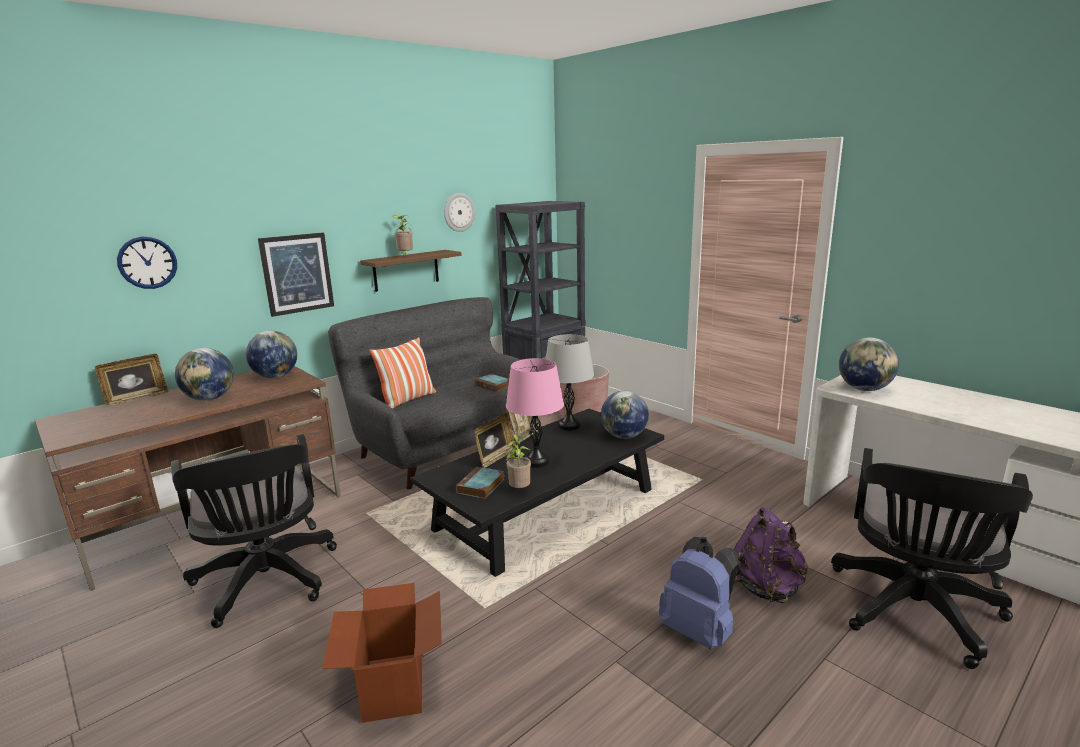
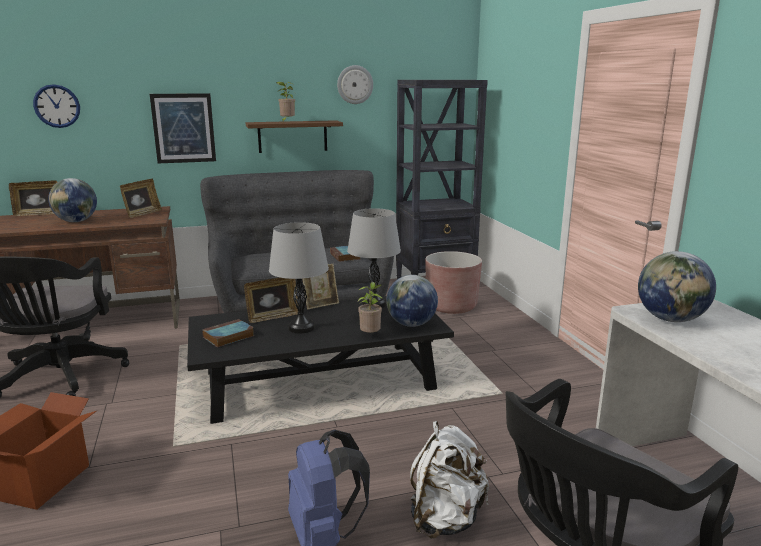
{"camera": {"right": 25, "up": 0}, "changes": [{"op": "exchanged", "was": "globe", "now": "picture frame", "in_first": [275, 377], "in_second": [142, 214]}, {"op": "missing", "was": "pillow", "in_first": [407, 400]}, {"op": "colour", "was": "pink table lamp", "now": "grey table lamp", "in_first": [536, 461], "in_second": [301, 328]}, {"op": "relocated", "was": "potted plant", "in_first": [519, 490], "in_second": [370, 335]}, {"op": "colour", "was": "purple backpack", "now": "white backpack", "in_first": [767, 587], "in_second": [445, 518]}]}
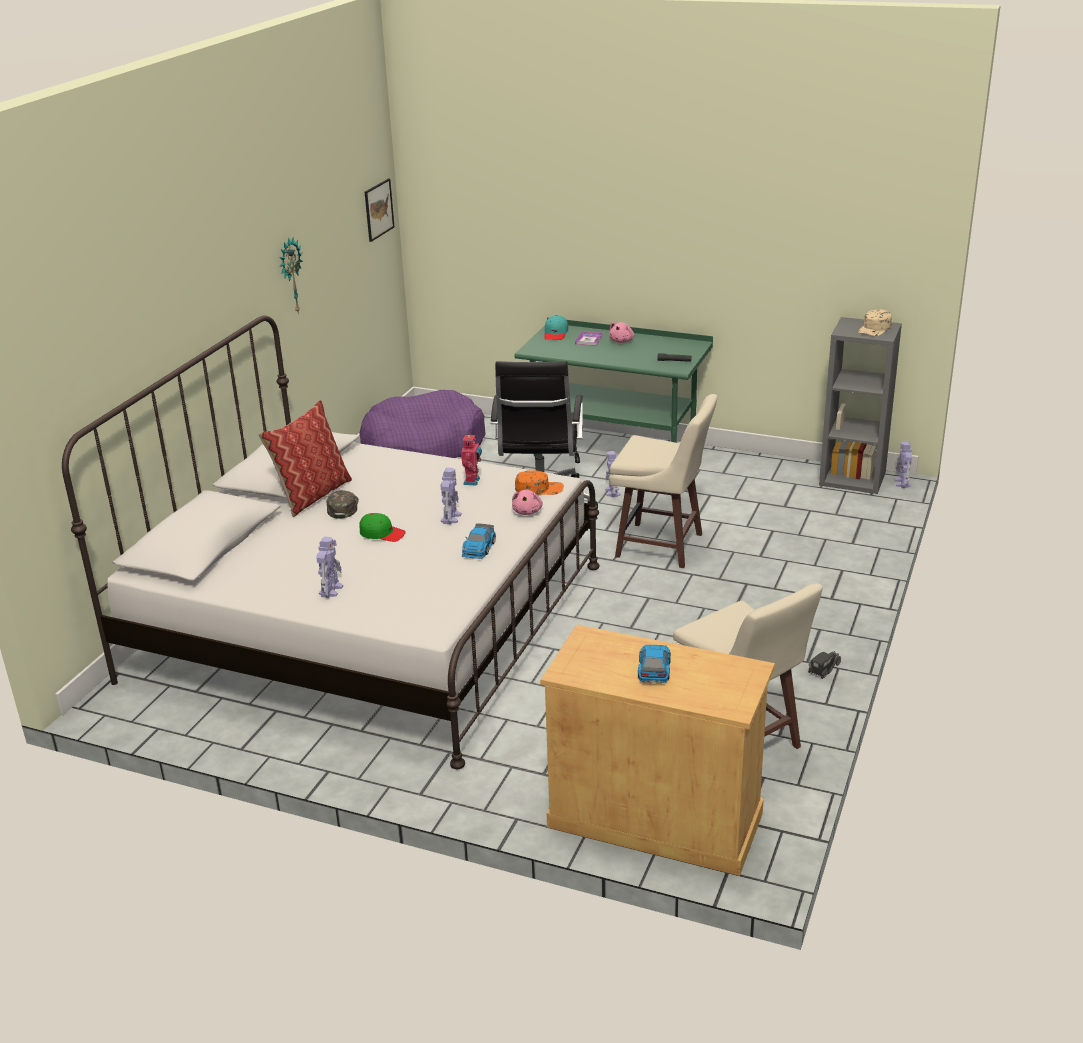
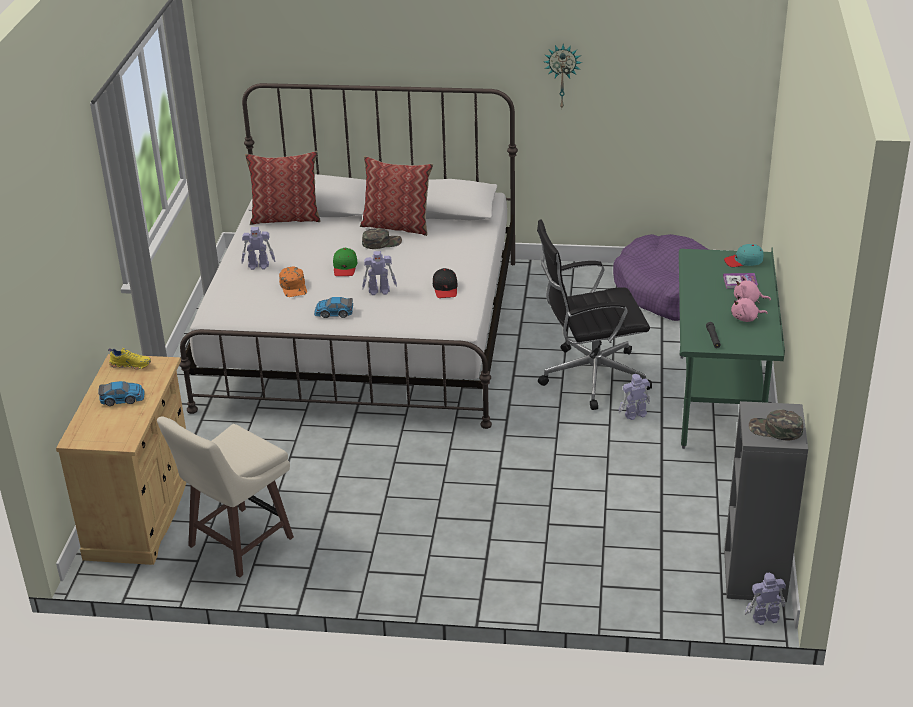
{"camera": {"right": 75, "up": 5}, "changes": [{"op": "missing", "was": "picture", "in_first": [378, 209]}, {"op": "exchanged", "was": "toy robot", "now": "black cap", "in_first": [473, 481], "in_second": [445, 288]}, {"op": "relocated", "was": "pink plush toy", "in_first": [527, 511], "in_second": [746, 318]}, {"op": "relocated", "was": "orange cap", "in_first": [539, 488], "in_second": [294, 287]}, {"op": "missing", "was": "beige stool", "in_first": [662, 546]}, {"op": "missing", "was": "toy truck", "in_first": [823, 669]}, {"op": "colour", "was": "beige cap", "now": "green cap", "in_first": [874, 329], "in_second": [775, 430]}, {"op": "appeared", "now": "yellow shoe", "in_second": [131, 364]}, {"op": "appeared", "now": "pillow", "in_second": [286, 218]}]}
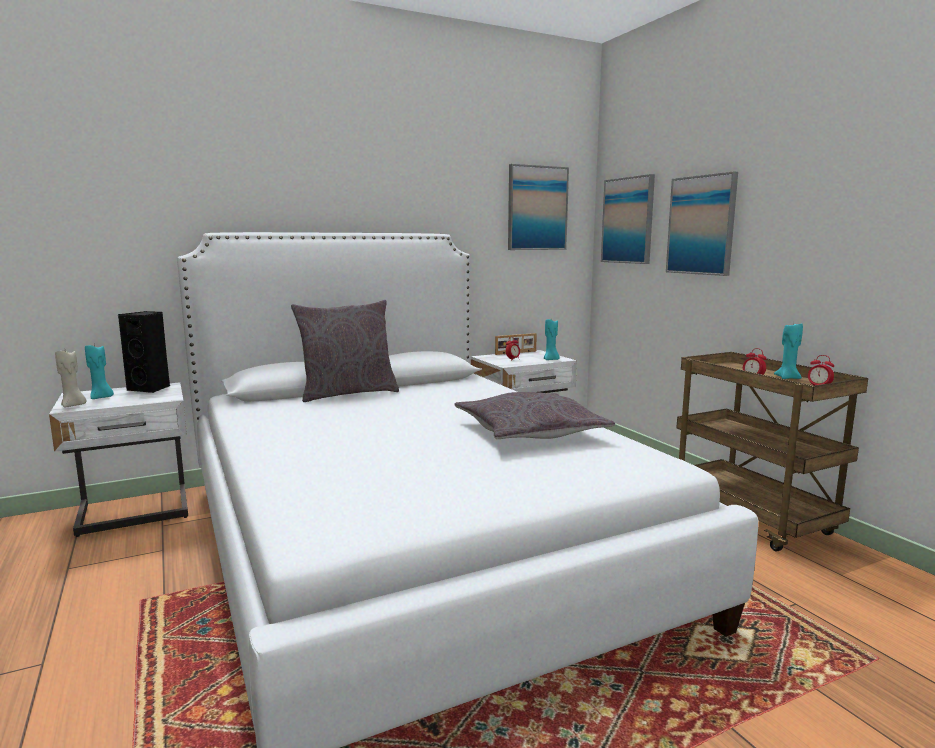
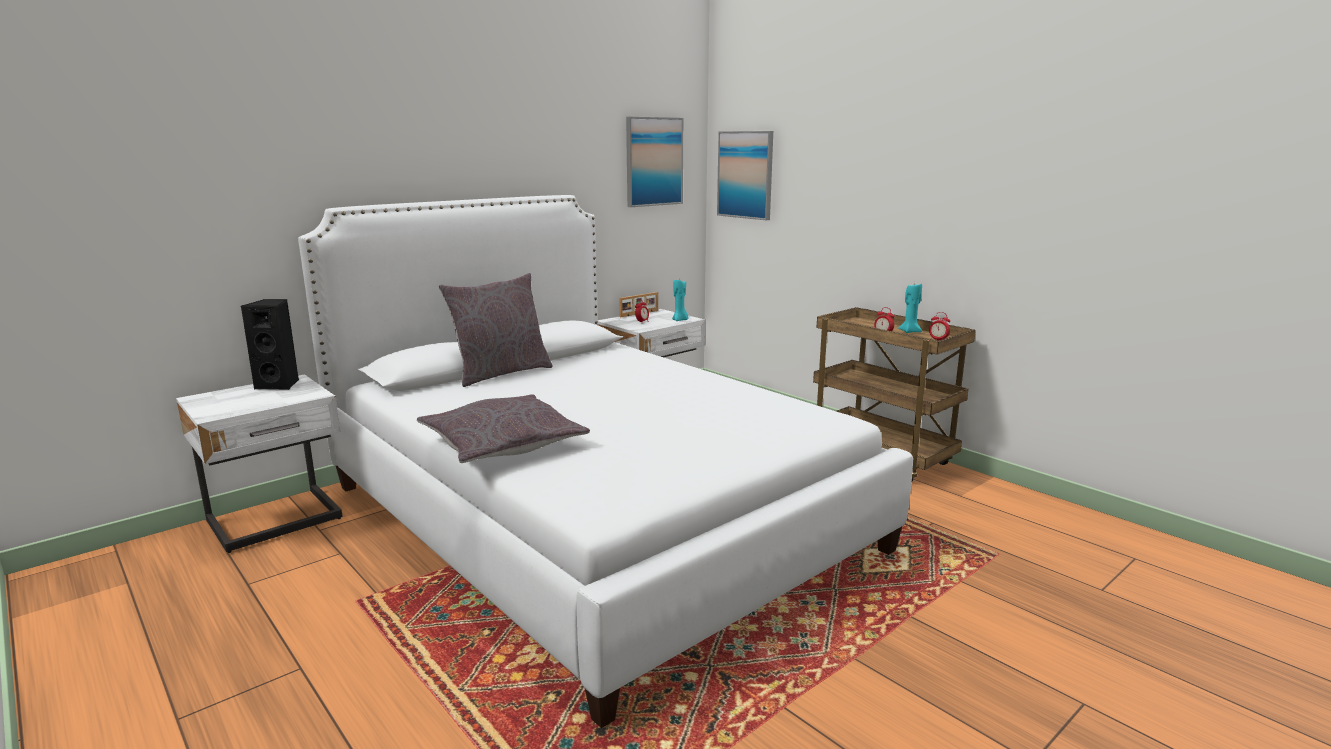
{"camera": {"right": -15, "up": 5}, "changes": [{"op": "missing", "was": "beige candle", "in_first": [73, 405]}, {"op": "missing", "was": "turquoise candle", "in_first": [101, 397]}, {"op": "relocated", "was": "grey pillow", "in_first": [529, 431], "in_second": [502, 444]}, {"op": "missing", "was": "picture", "in_first": [701, 225]}]}
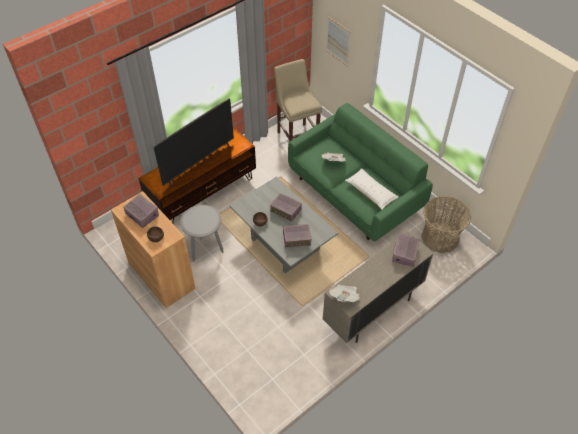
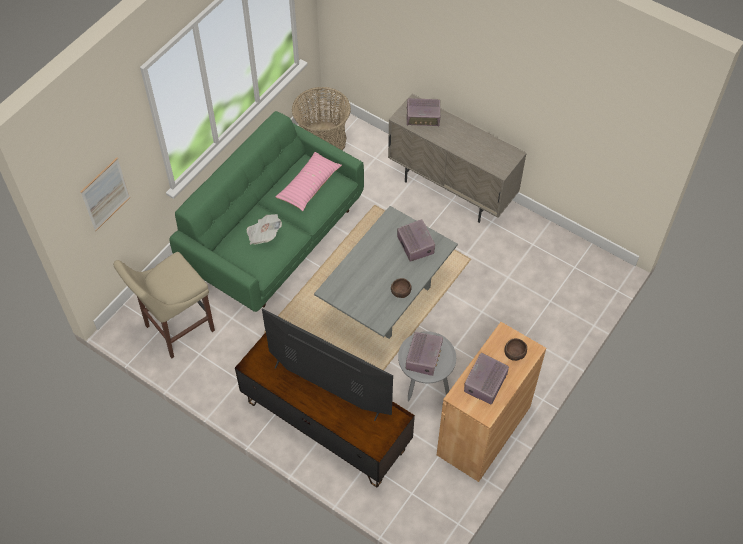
{"camera": {"right": -105, "up": 5}, "changes": [{"op": "relocated", "was": "radio", "in_first": [286, 211], "in_second": [424, 357]}, {"op": "missing", "was": "newspaper", "in_first": [345, 297]}, {"op": "colour", "was": "white pillow", "now": "pink pillow", "in_first": [371, 192], "in_second": [309, 186]}]}
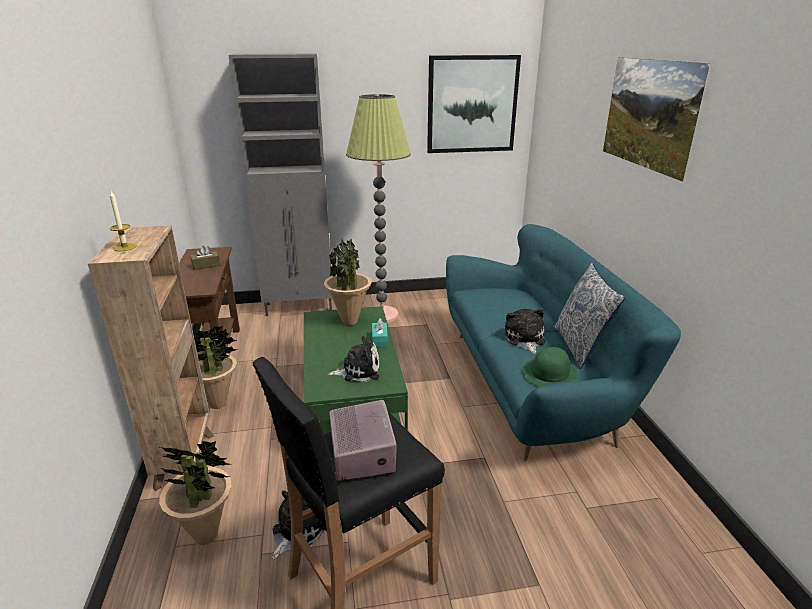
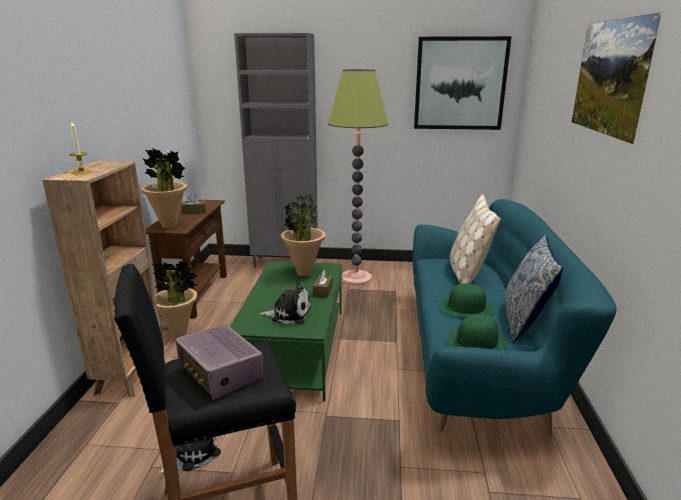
{"camera": {"right": 15, "up": -5}, "changes": [{"op": "relocated", "was": "potted plant", "in_first": [207, 536], "in_second": [169, 226]}, {"op": "spun", "was": "radio", "in_first": [362, 452], "in_second": [221, 374], "clockwise": 135}, {"op": "colour", "was": "turquoise tissue box", "now": "brown tissue box", "in_first": [379, 340], "in_second": [323, 291]}, {"op": "exchanged", "was": "plush toy", "now": "green hat", "in_first": [524, 339], "in_second": [466, 307]}, {"op": "appeared", "now": "beige pillow", "in_second": [467, 273]}]}
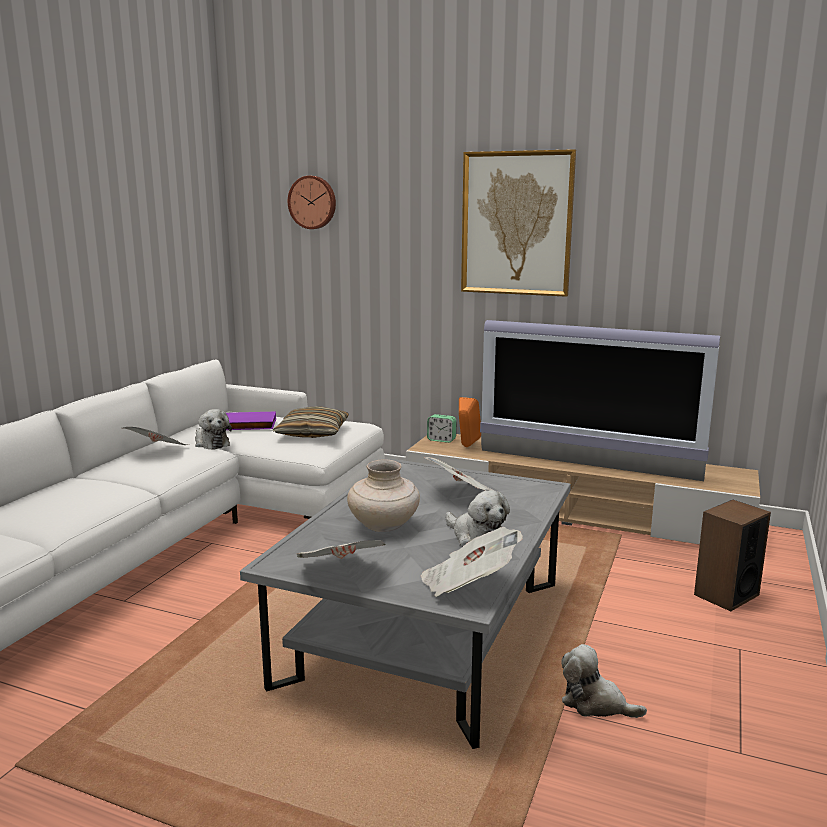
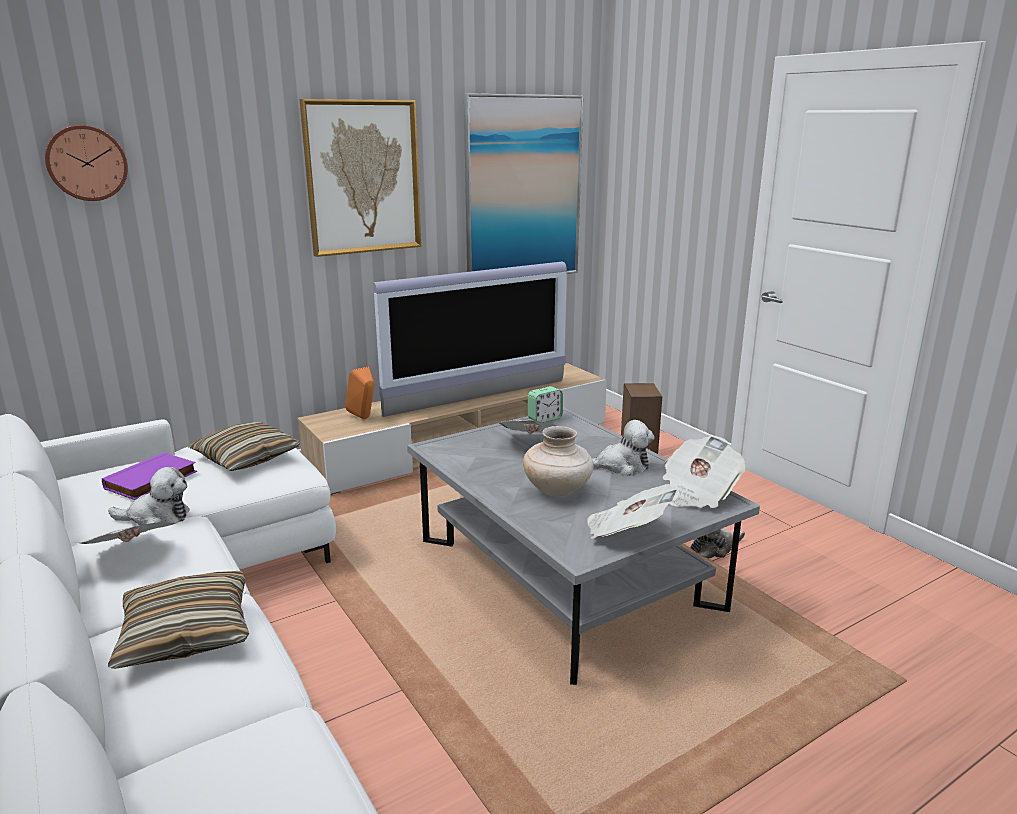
{"camera": {"right": -55, "up": 5}, "changes": [{"op": "relocated", "was": "alarm clock", "in_first": [441, 440], "in_second": [545, 418]}, {"op": "appeared", "now": "pillow", "in_second": [186, 633]}, {"op": "appeared", "now": "picture", "in_second": [523, 190]}]}
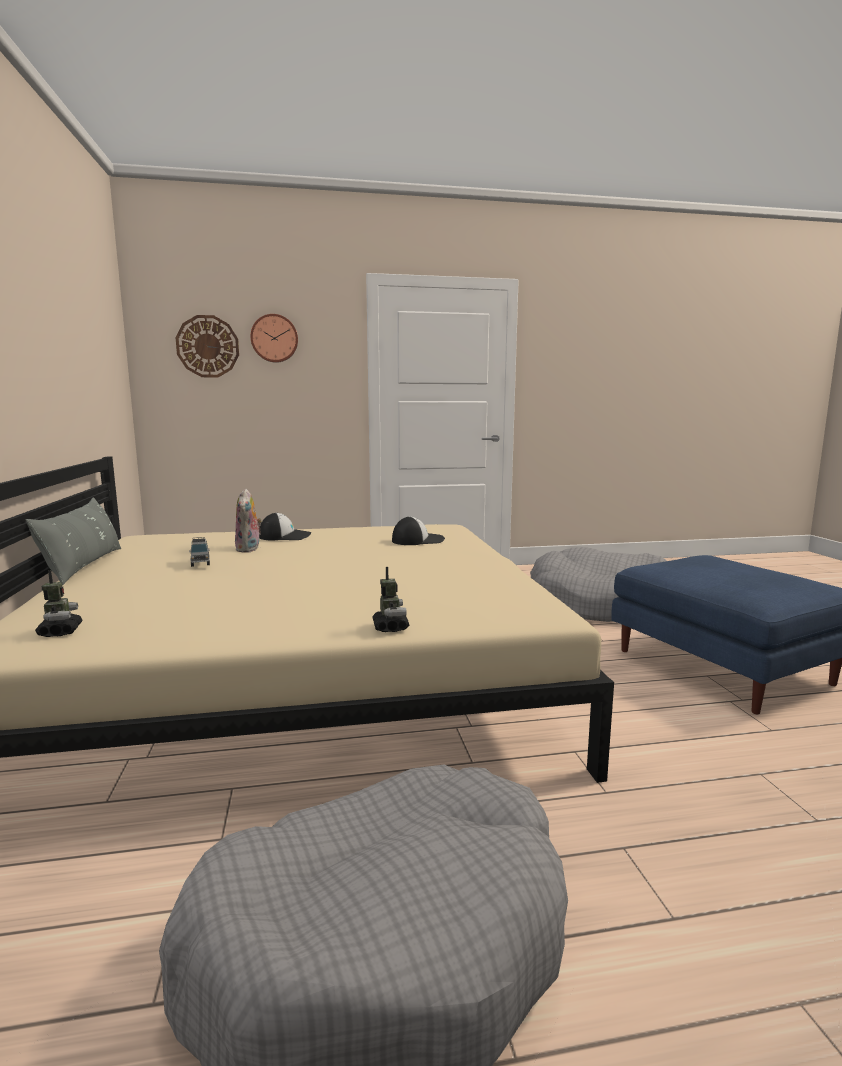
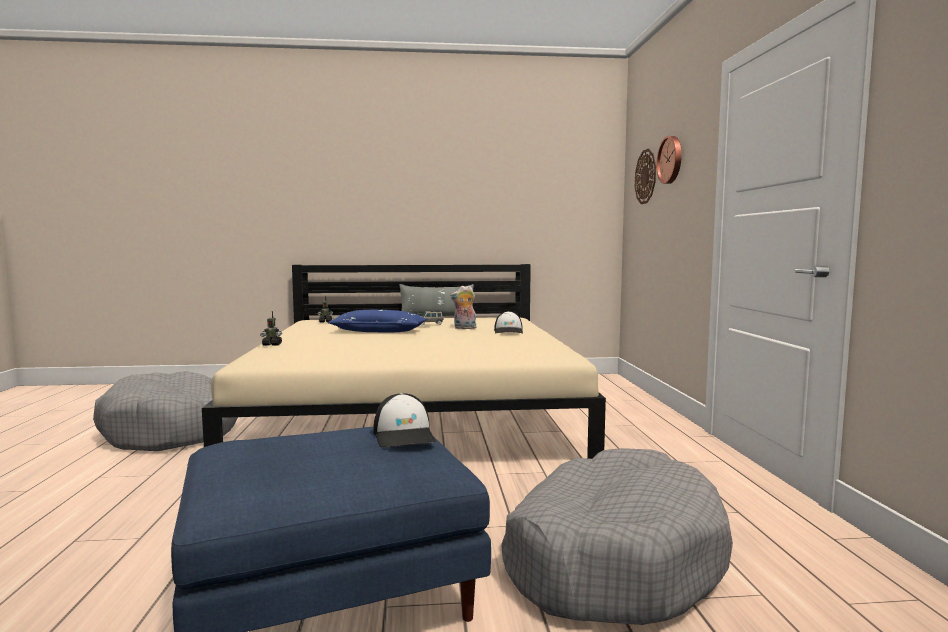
{"camera": {"right": 95, "up": -5}, "changes": [{"op": "relocated", "was": "cap", "in_first": [418, 540], "in_second": [404, 435]}, {"op": "appeared", "now": "blue pillow", "in_second": [379, 331]}]}
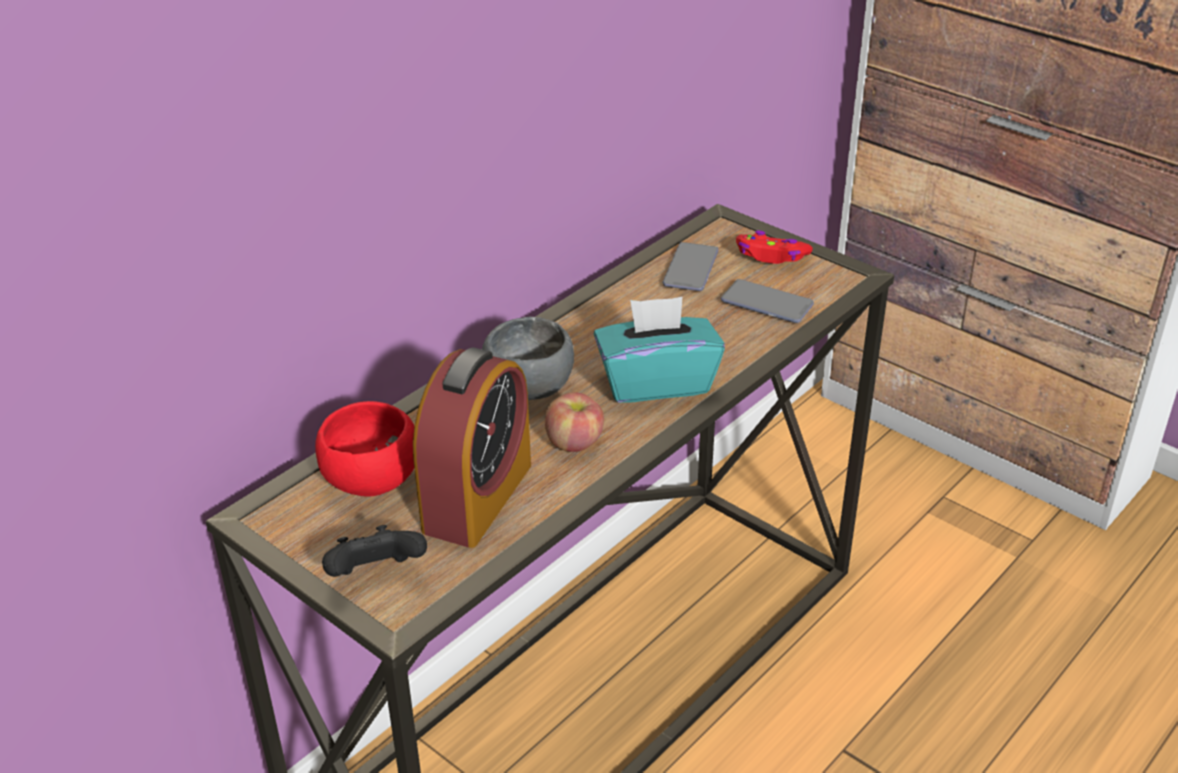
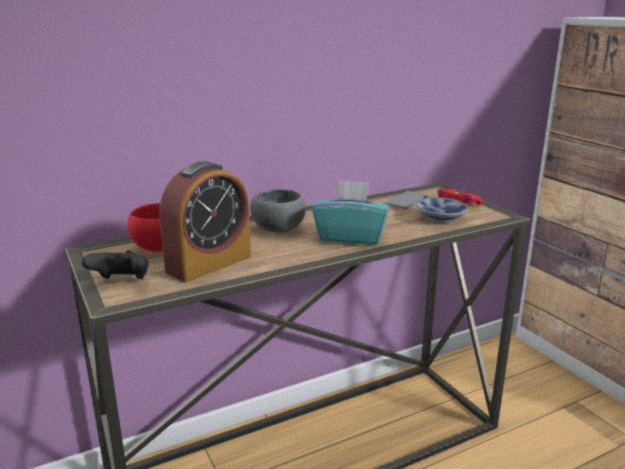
{"camera": {"right": 20, "up": -15}, "changes": [{"op": "missing", "was": "apple", "in_first": [574, 443]}, {"op": "exchanged", "was": "phone", "now": "bowl", "in_first": [766, 303], "in_second": [441, 218]}]}
